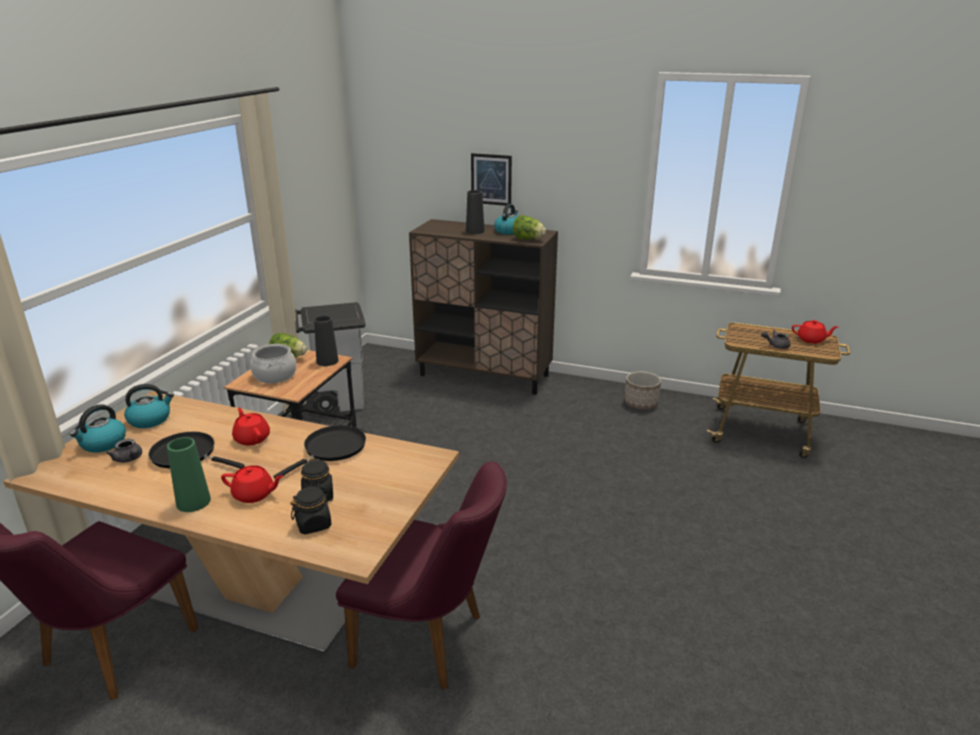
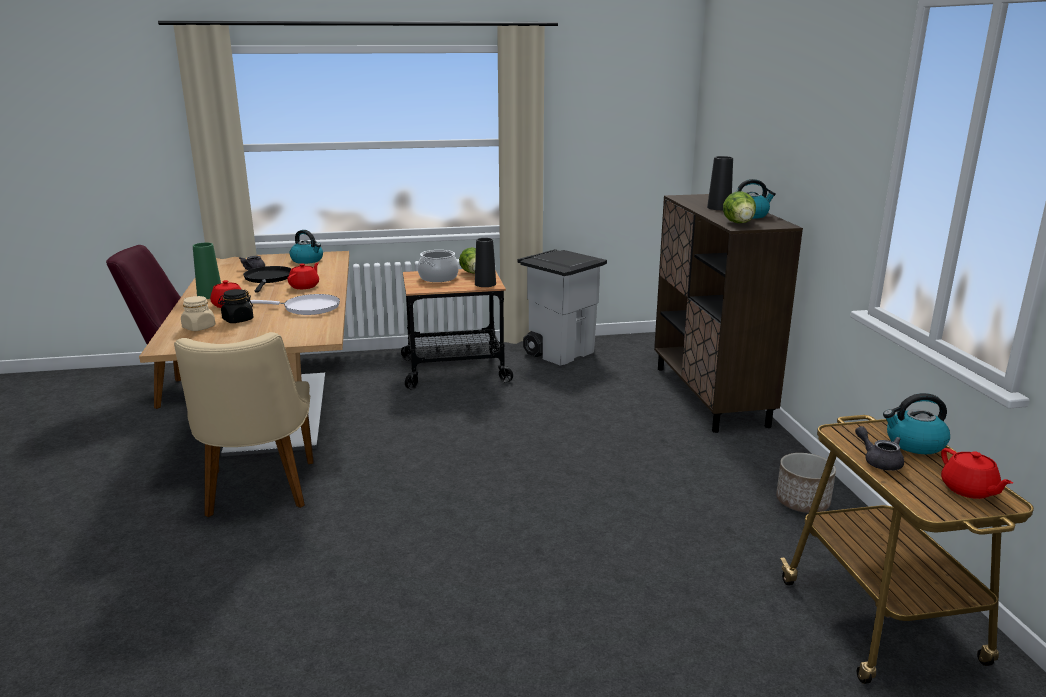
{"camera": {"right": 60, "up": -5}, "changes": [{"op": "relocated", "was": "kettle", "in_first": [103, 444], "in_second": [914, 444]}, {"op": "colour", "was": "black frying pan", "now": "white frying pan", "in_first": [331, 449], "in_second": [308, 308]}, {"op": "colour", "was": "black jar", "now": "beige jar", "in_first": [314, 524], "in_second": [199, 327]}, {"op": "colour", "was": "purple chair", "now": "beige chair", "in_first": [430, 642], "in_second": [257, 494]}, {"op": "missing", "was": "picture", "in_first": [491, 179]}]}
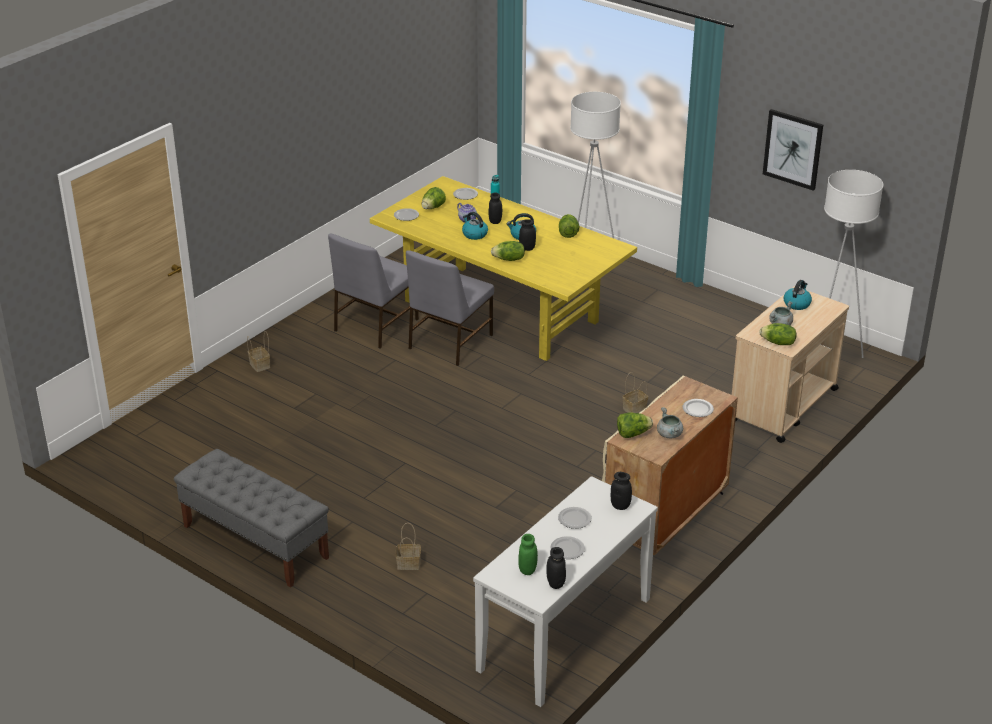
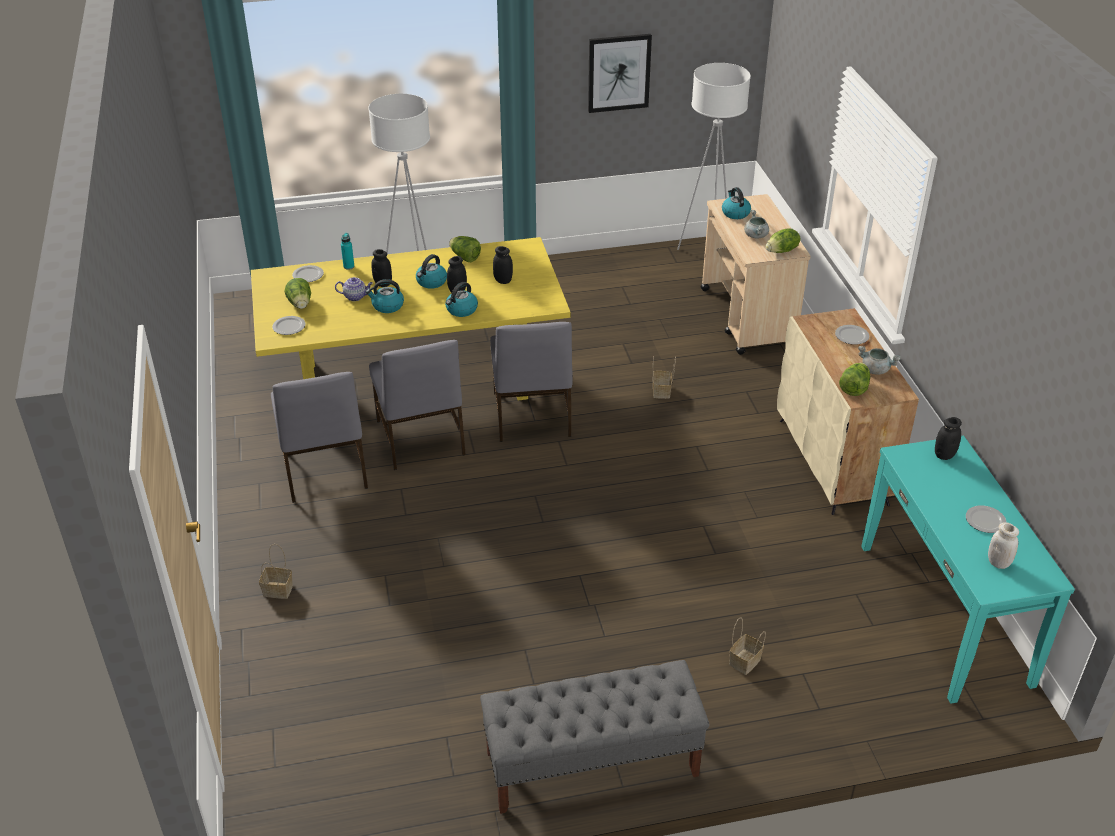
{"camera": {"right": -50, "up": 5}, "changes": [{"op": "colour", "was": "white console table", "now": "turquoise console table", "in_first": [565, 634], "in_second": [944, 613]}, {"op": "exchanged", "was": "lettuce", "now": "kettle", "in_first": [509, 259], "in_second": [461, 310]}, {"op": "colour", "was": "green jar", "now": "white jar", "in_first": [527, 570], "in_second": [998, 562]}, {"op": "relocated", "was": "black jar", "in_first": [555, 583], "in_second": [503, 280]}, {"op": "missing", "was": "plate", "in_first": [574, 519]}, {"op": "appeared", "now": "grey chair", "in_second": [531, 416]}]}
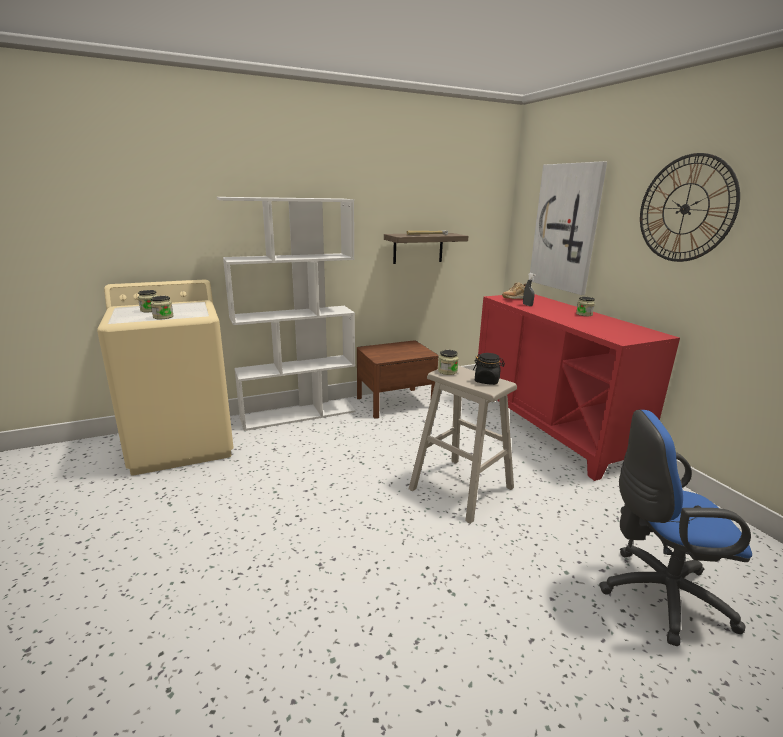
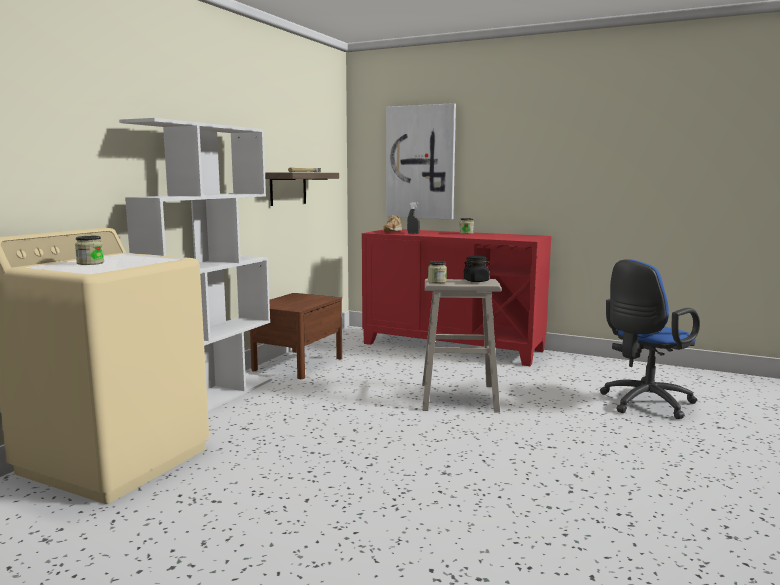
{"camera": {"right": -40, "up": -10}, "changes": [{"op": "missing", "was": "jar", "in_first": [163, 317]}, {"op": "missing", "was": "wall clock", "in_first": [685, 209]}]}
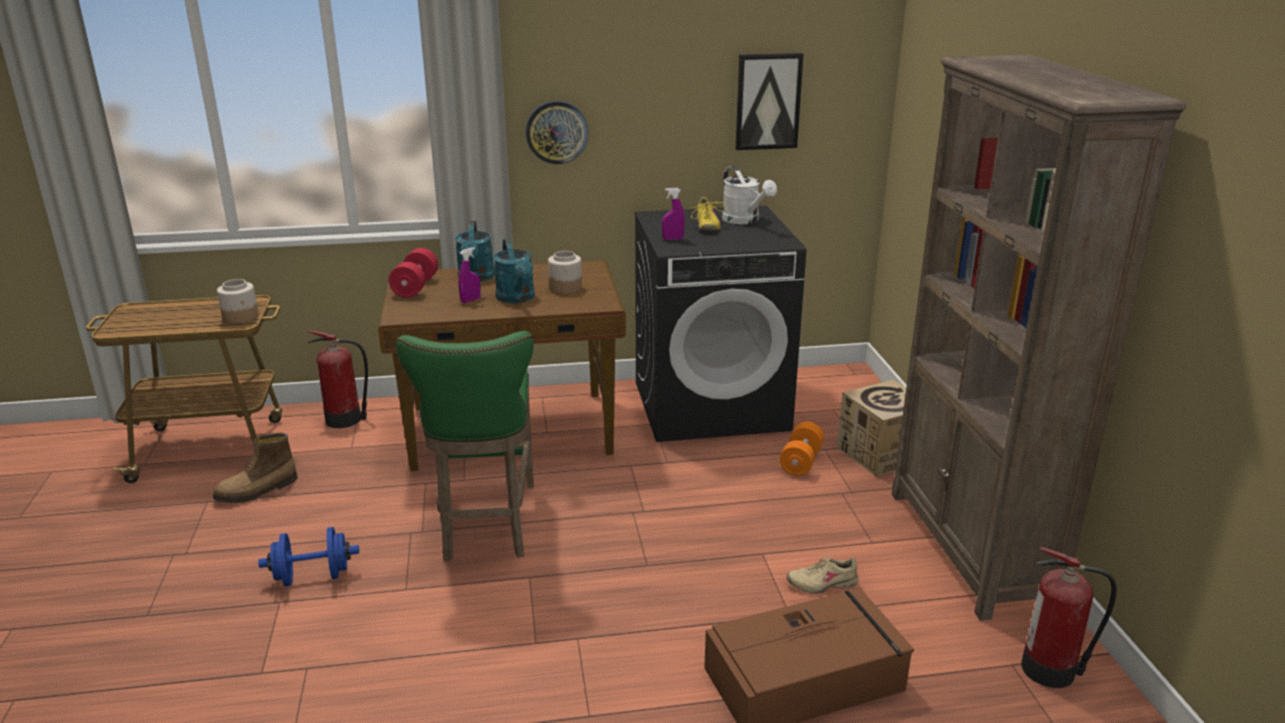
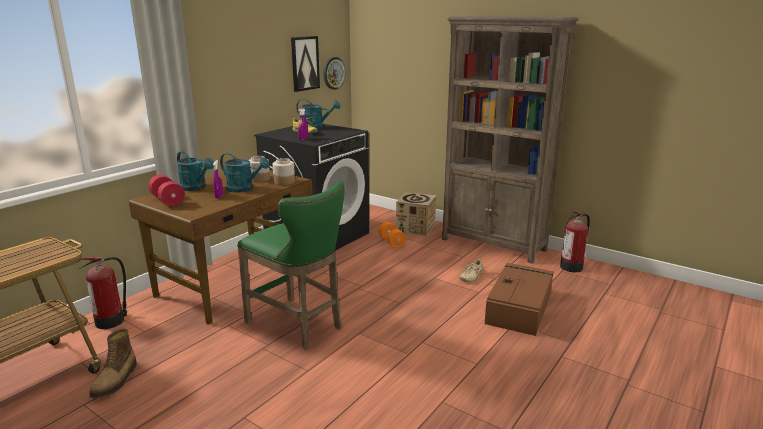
{"camera": {"right": -45, "up": -5}, "changes": [{"op": "relocated", "was": "jar", "in_first": [241, 317], "in_second": [284, 182]}, {"op": "missing", "was": "blue dumbbell", "in_first": [313, 577]}, {"op": "relocated", "was": "wall clock", "in_first": [556, 132], "in_second": [333, 73]}, {"op": "colour", "was": "white watering can", "now": "turquoise watering can", "in_first": [744, 221], "in_second": [317, 127]}]}
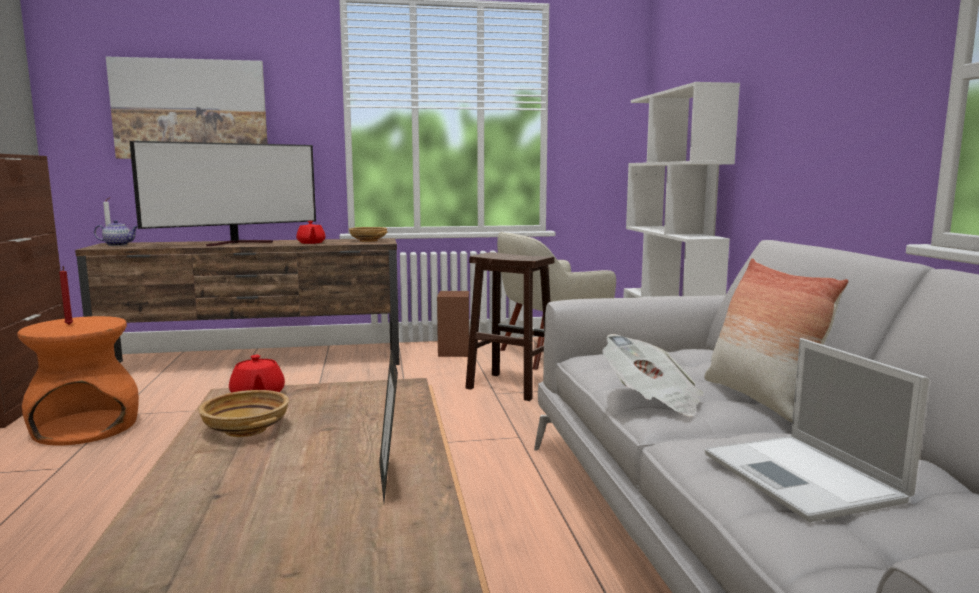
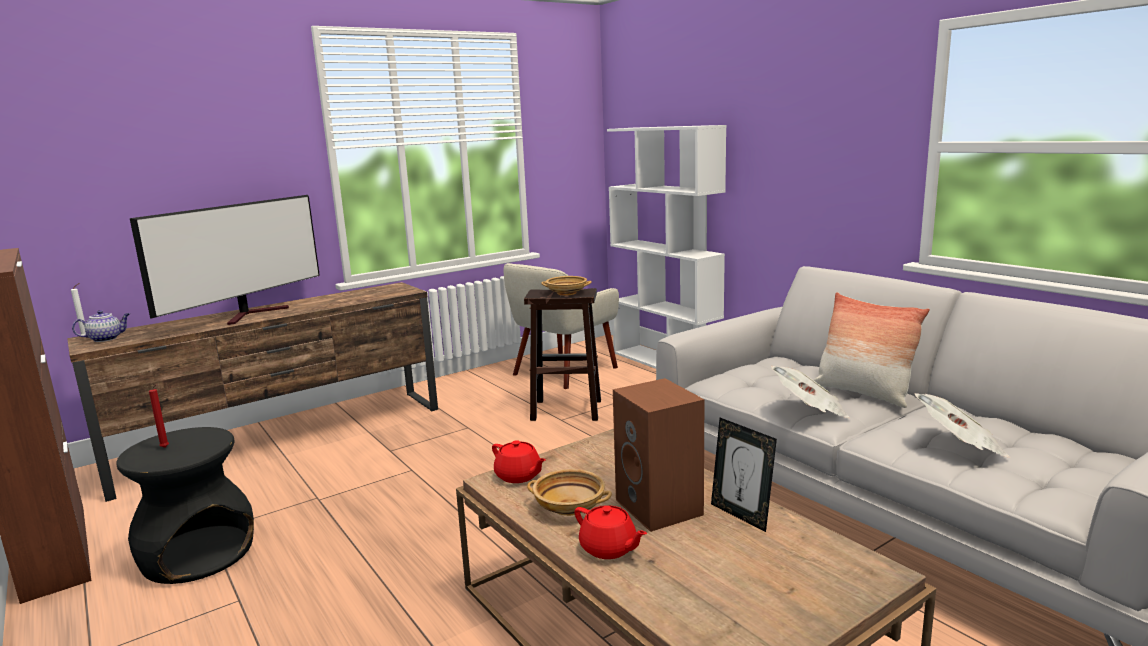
{"camera": {"right": -25, "up": 5}, "changes": [{"op": "colour", "was": "orange stool", "now": "black stool", "in_first": [86, 428], "in_second": [198, 554]}, {"op": "missing", "was": "picture", "in_first": [190, 110]}, {"op": "relocated", "was": "red teapot", "in_first": [311, 243], "in_second": [609, 548]}, {"op": "relocated", "was": "beige bowl", "in_first": [368, 240], "in_second": [566, 293]}, {"op": "relocated", "was": "brown speaker", "in_first": [454, 352], "in_second": [661, 508]}, {"op": "exchanged", "was": "laptop", "now": "newspaper", "in_first": [804, 478], "in_second": [960, 446]}]}
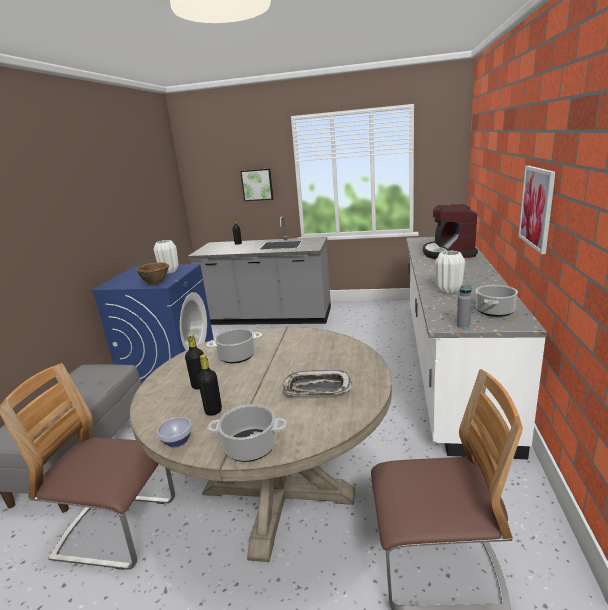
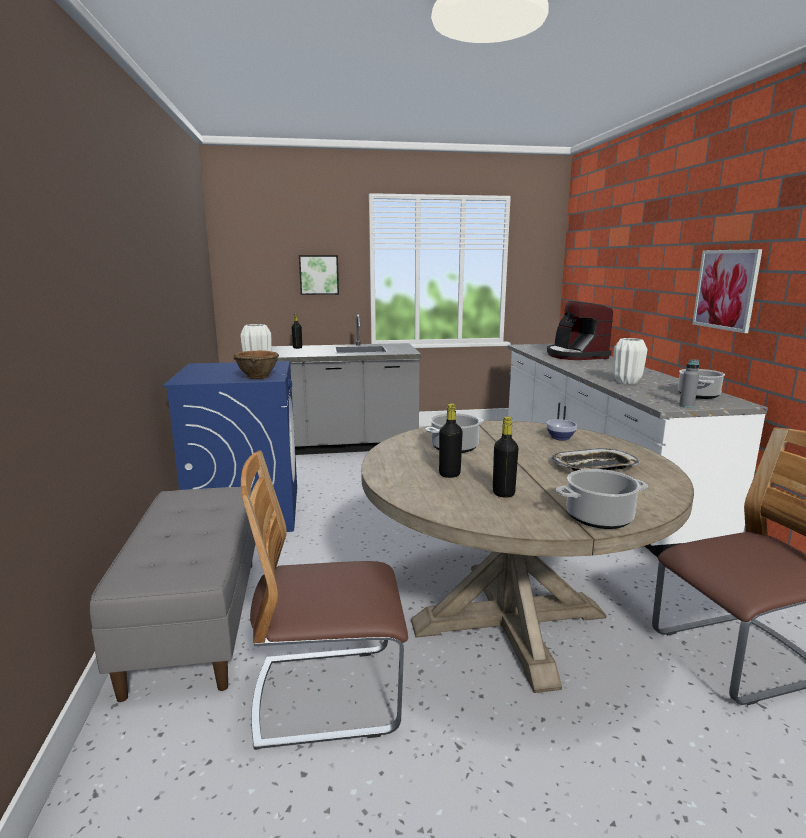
{"camera": {"right": -20, "up": -5}, "changes": [{"op": "relocated", "was": "bowl", "in_first": [178, 440], "in_second": [561, 437]}]}
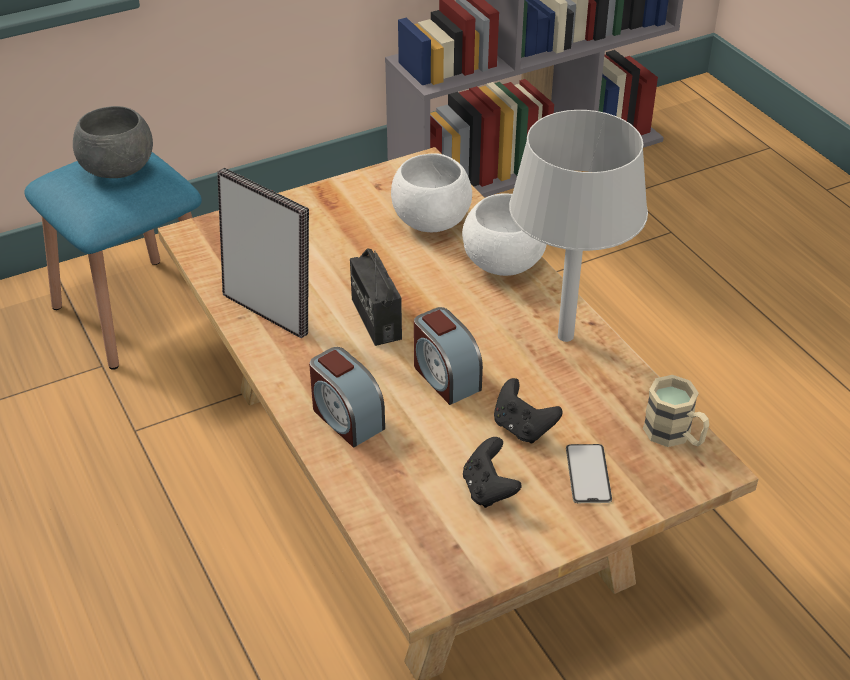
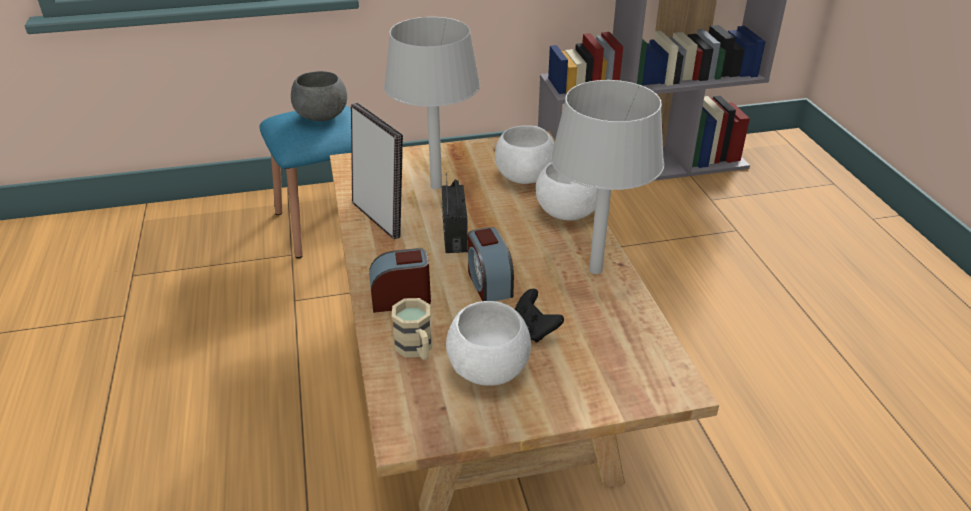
{"camera": {"right": 15, "up": -5}, "changes": [{"op": "spun", "was": "alarm clock", "in_first": [346, 418], "in_second": [401, 299], "clockwise": 105}, {"op": "exchanged", "was": "black game controller", "now": "white bowl", "in_first": [488, 490], "in_second": [487, 370]}, {"op": "missing", "was": "phone", "in_first": [588, 474]}, {"op": "relocated", "was": "beige mug", "in_first": [675, 435], "in_second": [416, 350]}, {"op": "appeared", "now": "grey table lamp", "in_second": [436, 186]}]}
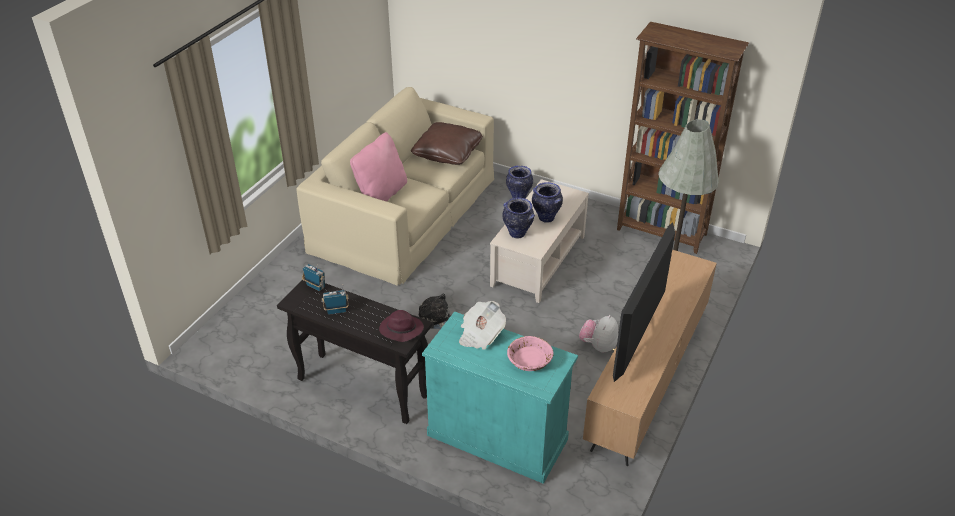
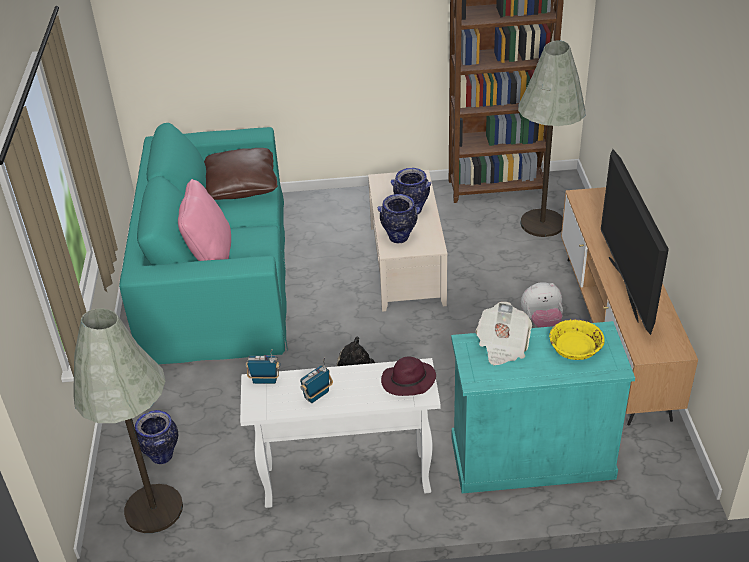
{"camera": {"right": -30, "up": 0}, "changes": [{"op": "colour", "was": "black console table", "now": "white console table", "in_first": [361, 388], "in_second": [345, 480]}, {"op": "colour", "was": "beige sofa", "now": "turquoise sofa", "in_first": [403, 212], "in_second": [216, 275]}, {"op": "relocated", "was": "vase", "in_first": [518, 197], "in_second": [161, 456]}, {"op": "colour", "was": "pink bowl", "now": "yellow bowl", "in_first": [529, 360], "in_second": [575, 347]}, {"op": "spun", "was": "plush toy", "in_first": [598, 346], "in_second": [541, 321], "clockwise": -90}, {"op": "appeared", "now": "grey floor lamp", "in_second": [154, 509]}]}
